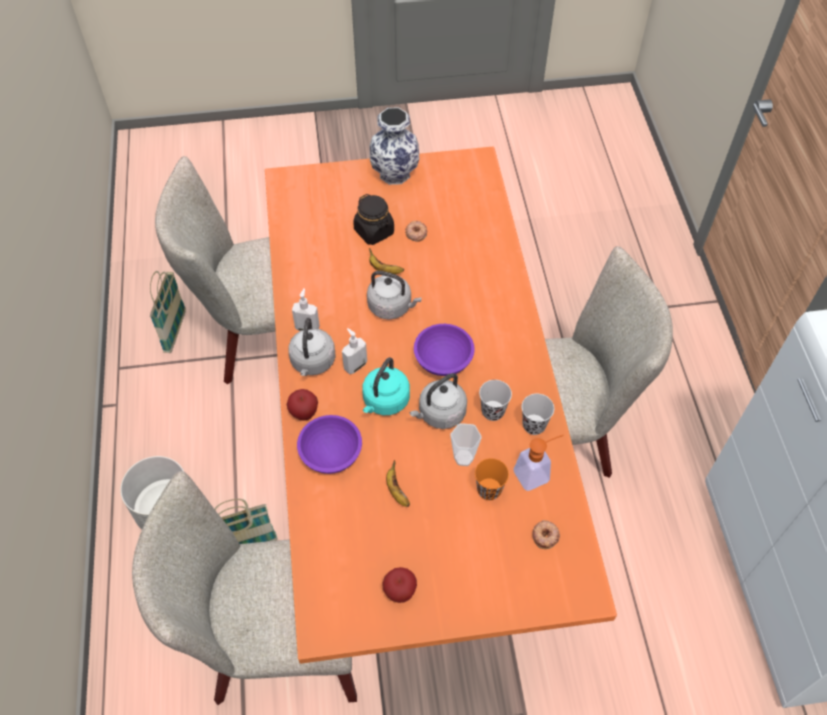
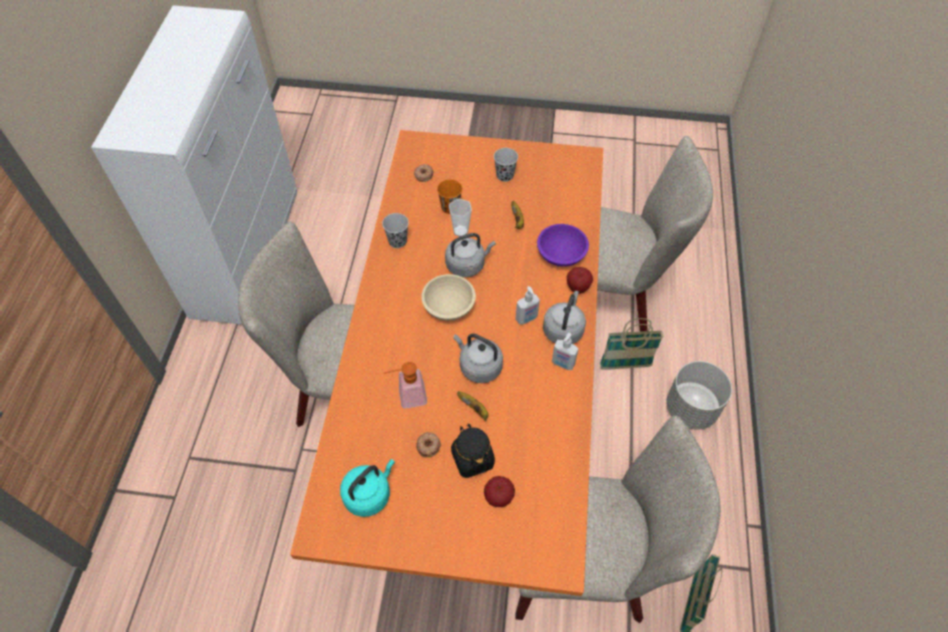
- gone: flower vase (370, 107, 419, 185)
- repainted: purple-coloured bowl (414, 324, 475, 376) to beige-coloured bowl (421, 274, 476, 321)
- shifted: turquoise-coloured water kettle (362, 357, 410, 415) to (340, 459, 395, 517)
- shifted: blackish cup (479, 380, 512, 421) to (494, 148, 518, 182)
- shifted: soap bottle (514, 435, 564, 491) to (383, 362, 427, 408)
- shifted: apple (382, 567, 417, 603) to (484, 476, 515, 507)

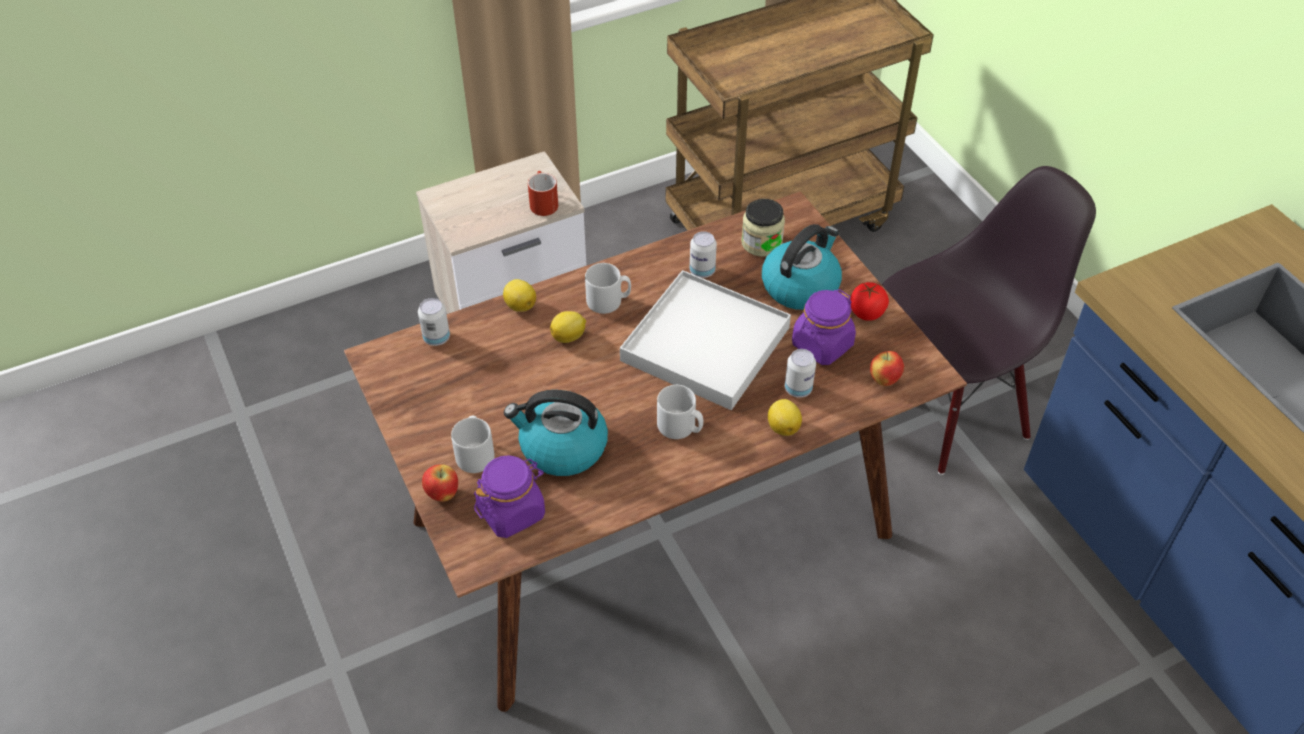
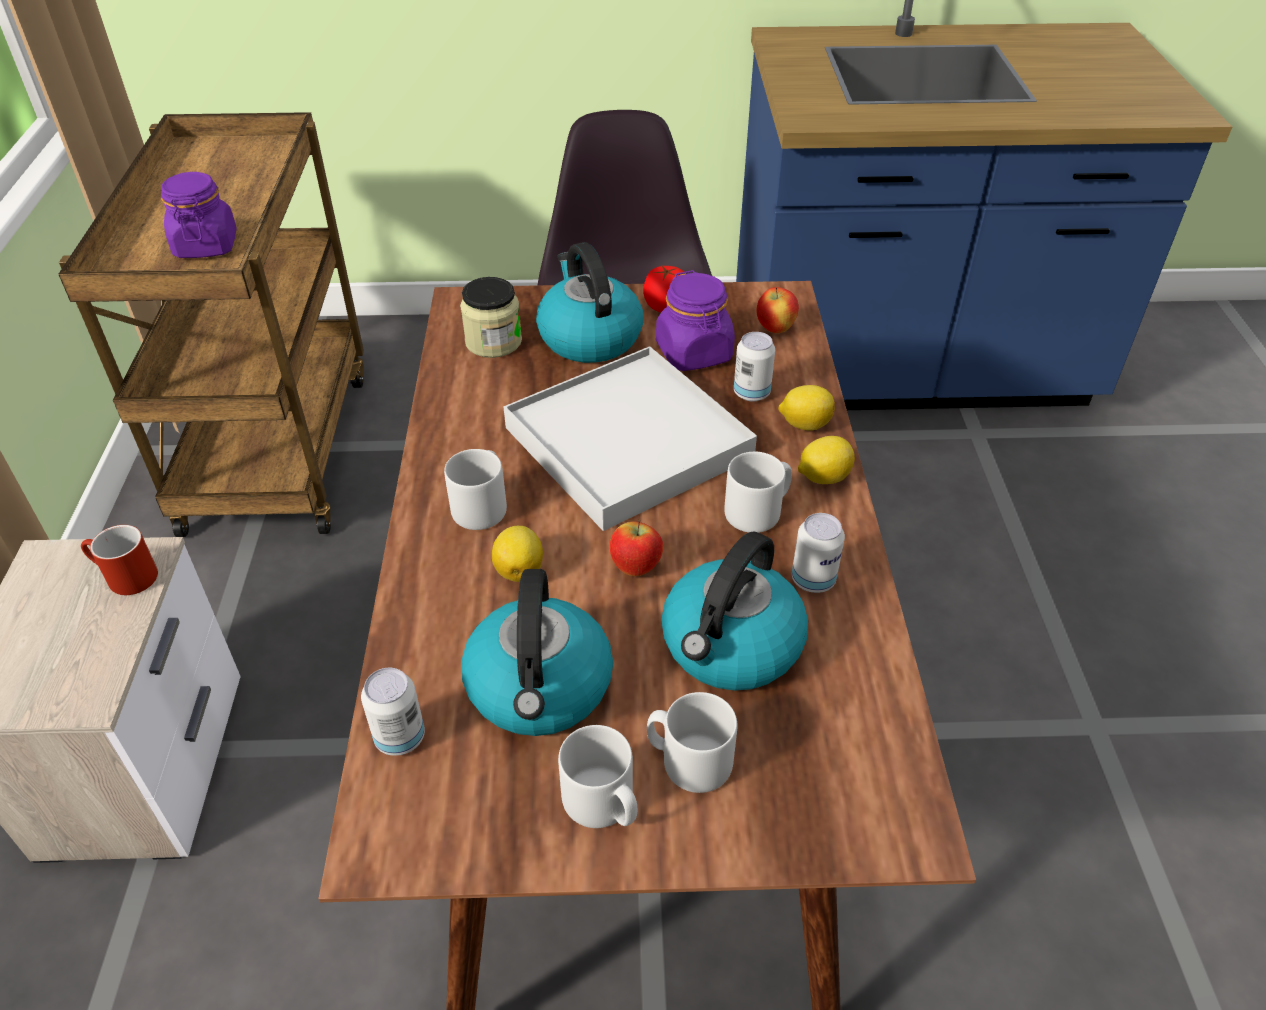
- shifted: metal can (690, 231, 717, 278) to (792, 513, 845, 593)
- shifted: citrus fruit (503, 279, 536, 312) to (798, 436, 855, 484)
- shifted: purple-coloured preserve jar (474, 455, 545, 538) to (161, 172, 237, 258)
- shifted: apple (422, 464, 458, 502) to (610, 519, 663, 576)
- new: water kettle (461, 569, 613, 736)
- new: grey tea mug (558, 725, 637, 828)

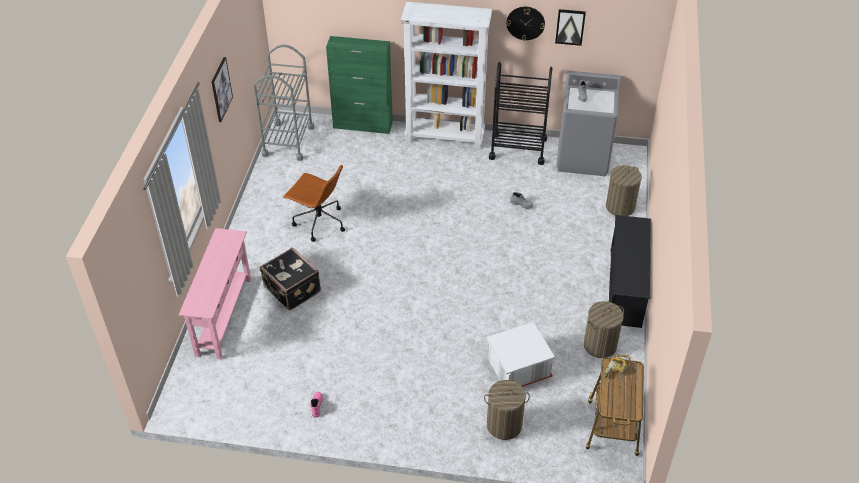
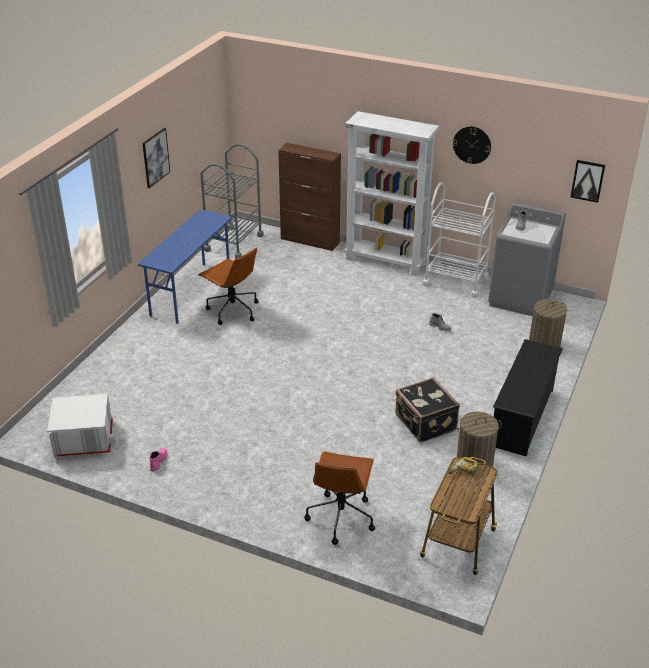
- shifted: wall picture (555, 9, 586, 46) to (571, 160, 605, 203)
- repainted: green cabinet (326, 36, 393, 134) to brownish cabinet (278, 143, 341, 251)
- repainted: blackish wheeled cart (489, 62, 552, 165) to white-coloured wheeled cart (423, 182, 496, 298)
- gone: pink-coloured narrow table (179, 228, 251, 360)
- shifted: blackish travel case (260, 247, 321, 311) to (395, 377, 460, 443)
- shifted: white-coloured storage container (486, 321, 555, 387) to (47, 393, 115, 458)
- swapped: laundry basket (484, 380, 530, 440) to brownish computer chair (304, 452, 375, 545)
- new: blue desk table (138, 209, 232, 324)

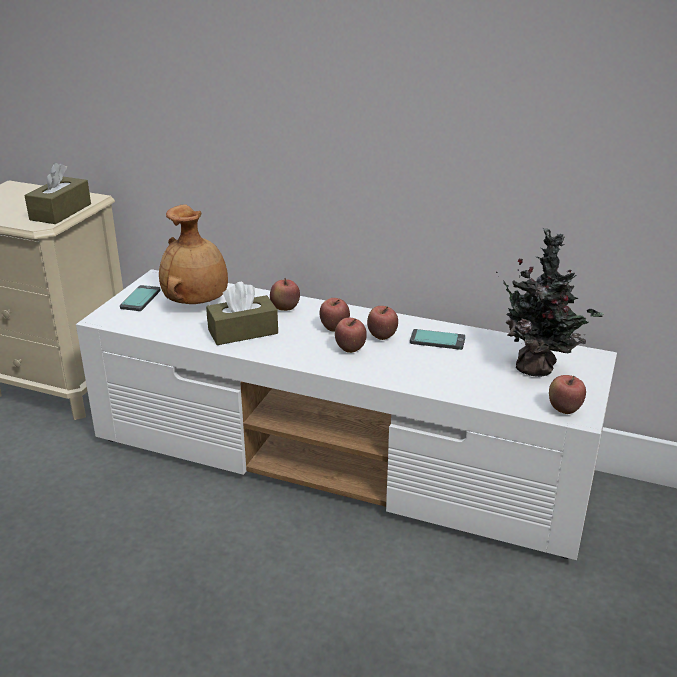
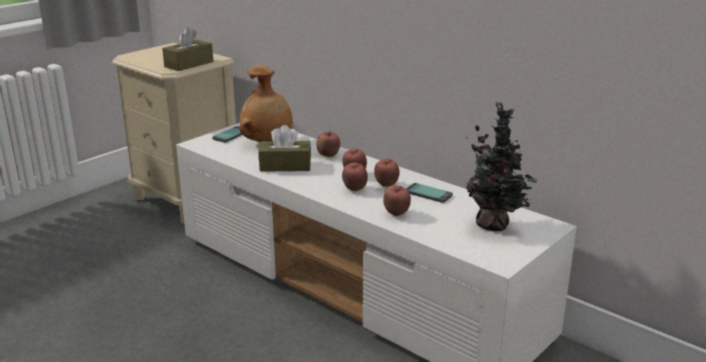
- shifted: apple (549, 375, 586, 414) to (383, 185, 411, 216)

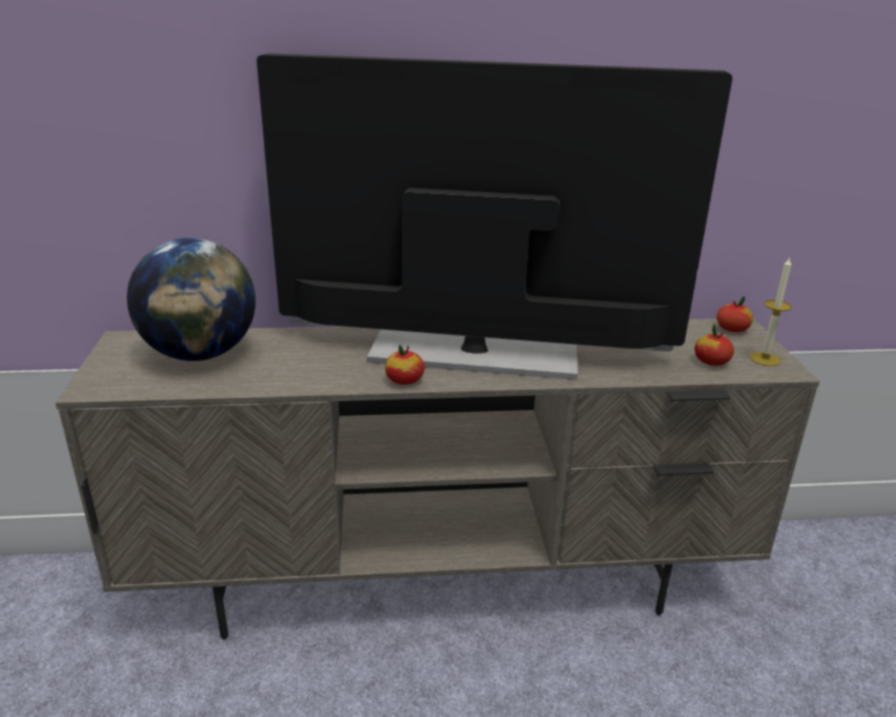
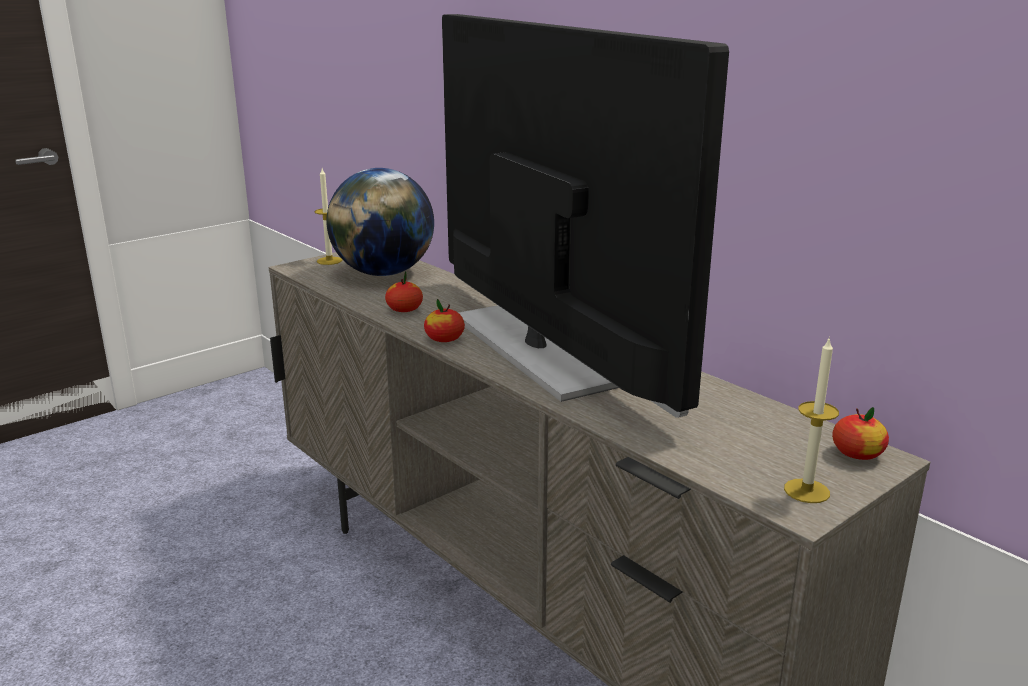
- shifted: apple (695, 325, 734, 366) to (385, 271, 423, 312)
- new: candle (314, 169, 342, 265)

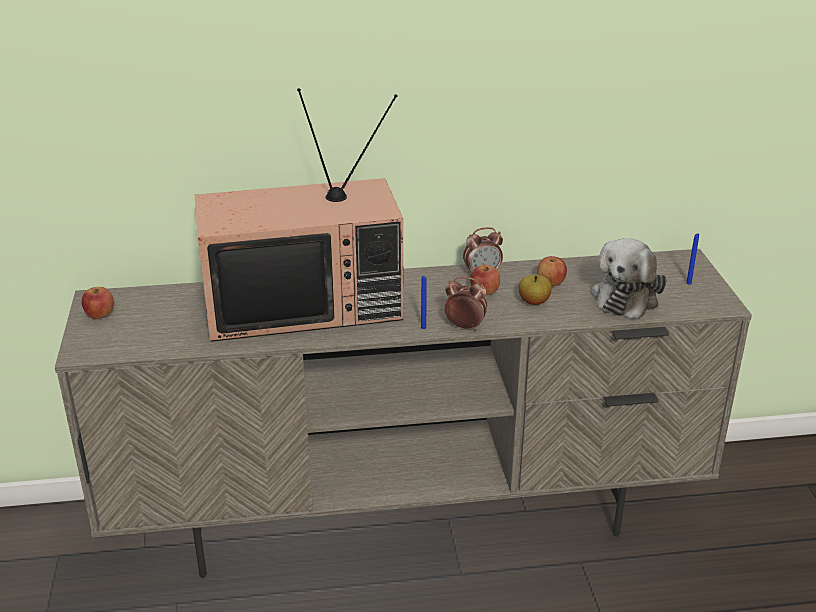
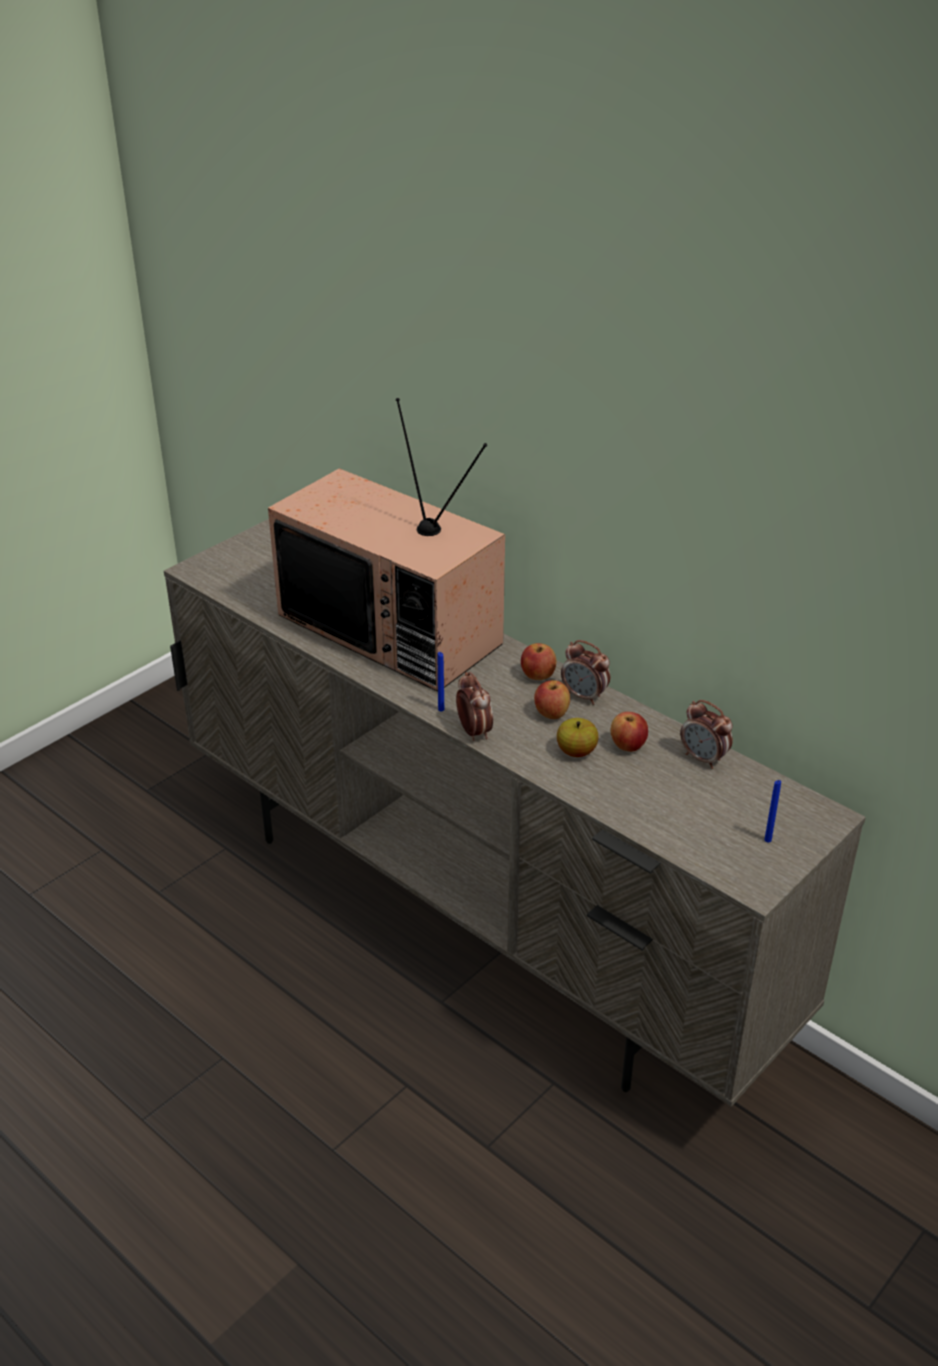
- gone: soft toy (591, 238, 667, 320)
- shifted: apple (81, 287, 114, 319) to (521, 643, 556, 680)
- new: alarm clock (680, 700, 733, 769)

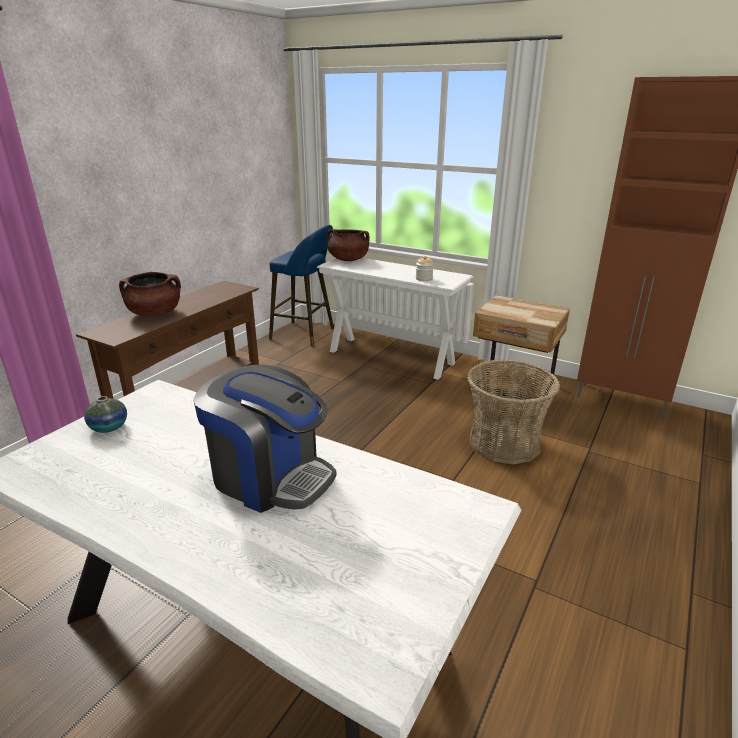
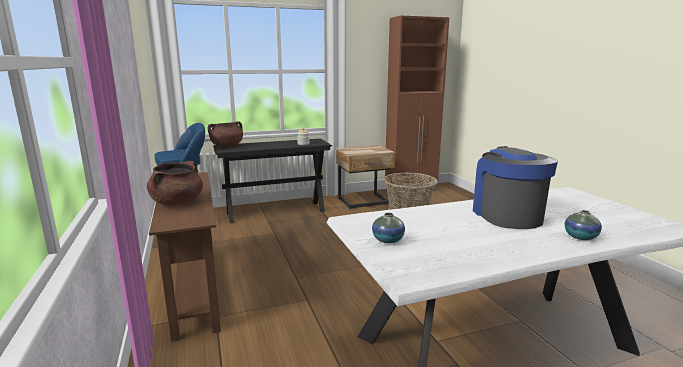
- repainted: white-coloured narrow table (317, 258, 474, 380) to blackish narrow table (213, 138, 332, 223)
- rotated: coffee maker (193, 364, 336, 513) = (473, 146, 558, 229) 75 degrees counterclockwise
- new: flower vase (565, 210, 602, 240)

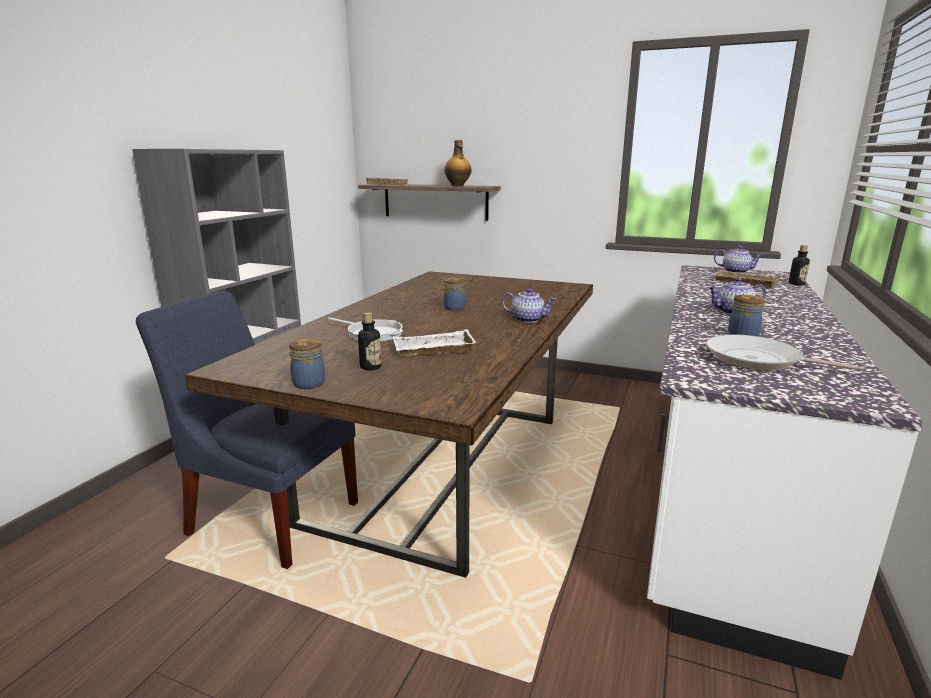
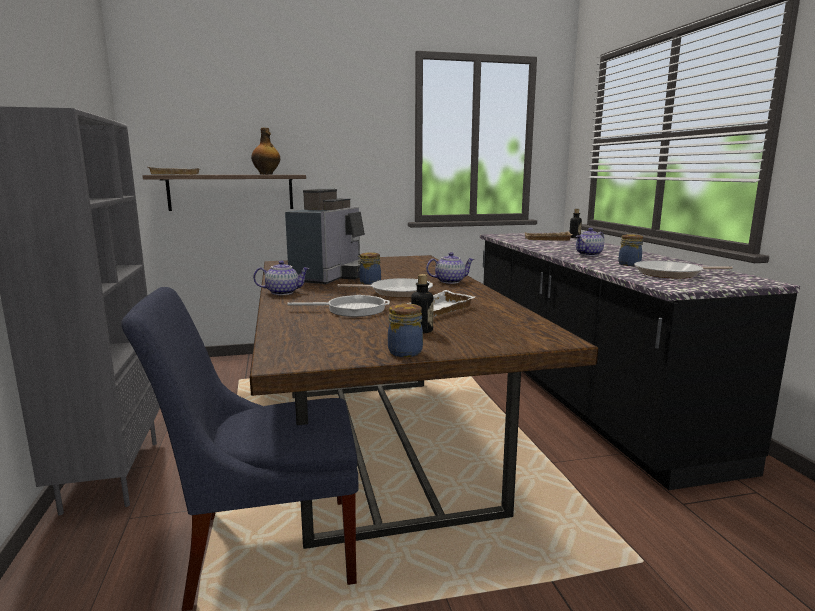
- shifted: pot for tea (714, 246, 764, 273) to (253, 261, 310, 295)
- repainted: white-coloured kitchen base unit (647, 265, 923, 680) to blackish kitchen base unit (480, 232, 800, 490)
- new: coffee maker (285, 189, 365, 284)
- new: frying pan (338, 278, 433, 298)

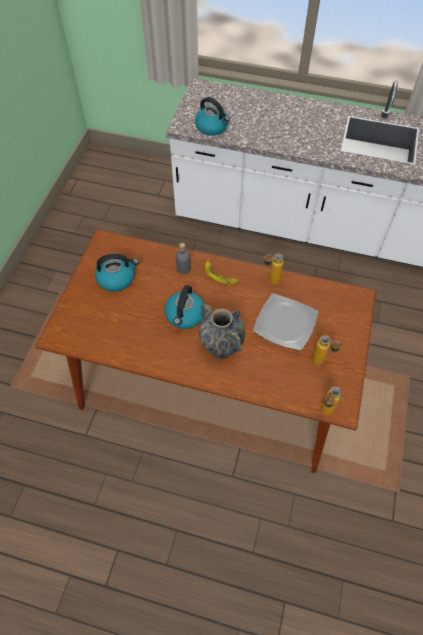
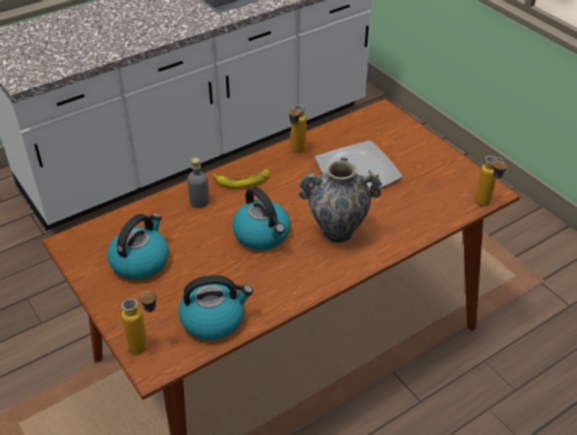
- shifted: water kettle (195, 97, 230, 136) to (179, 275, 253, 340)
- shifted: beverage bottle (312, 335, 342, 365) to (121, 291, 157, 354)

